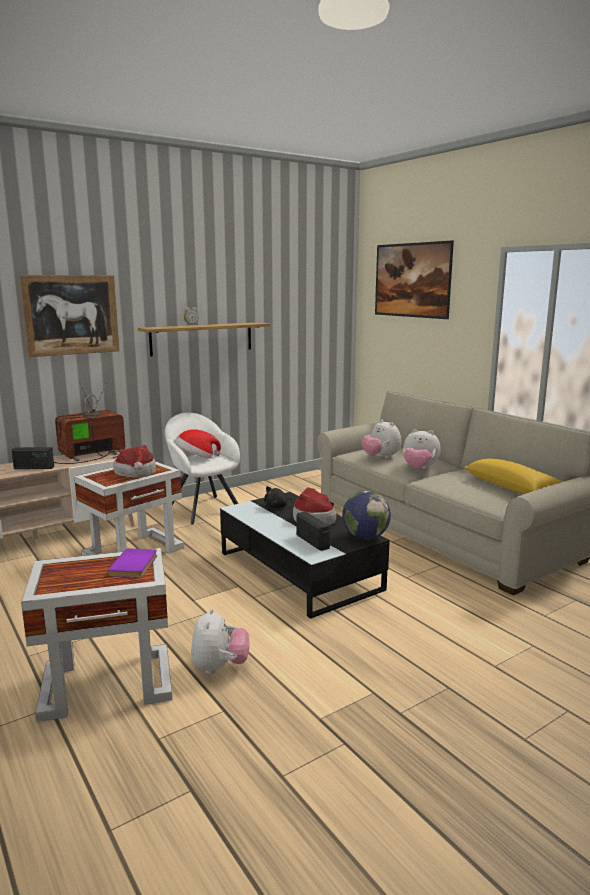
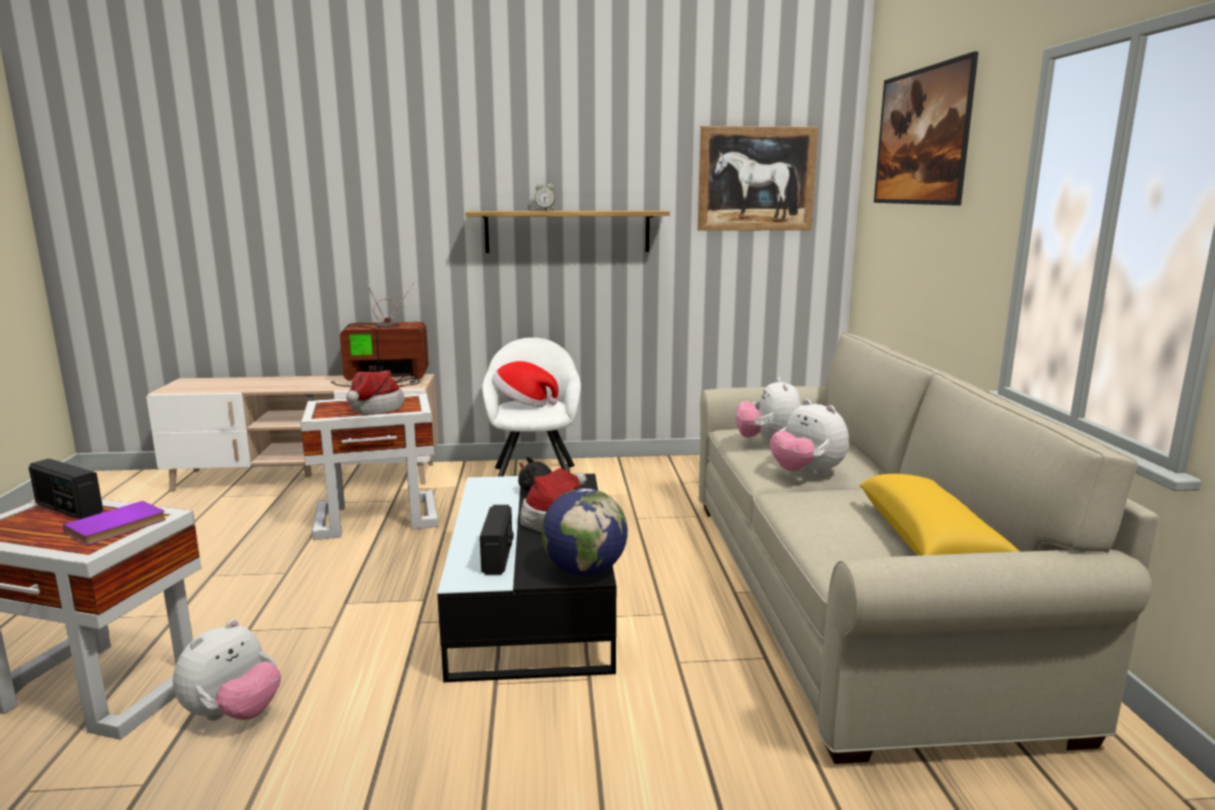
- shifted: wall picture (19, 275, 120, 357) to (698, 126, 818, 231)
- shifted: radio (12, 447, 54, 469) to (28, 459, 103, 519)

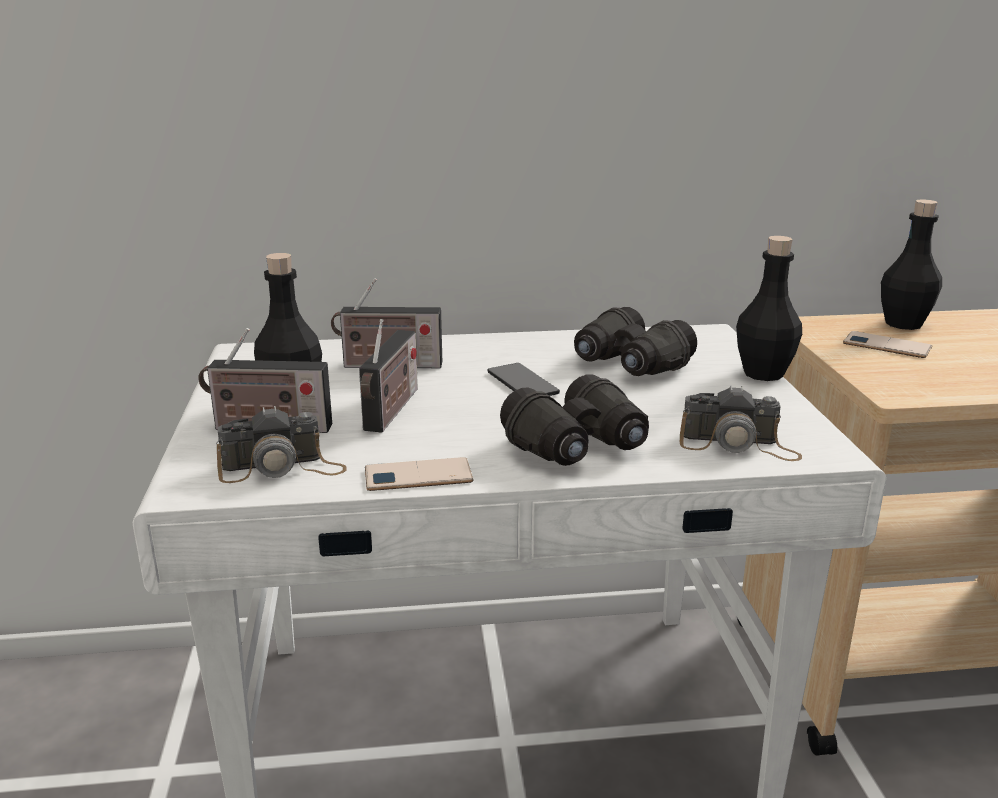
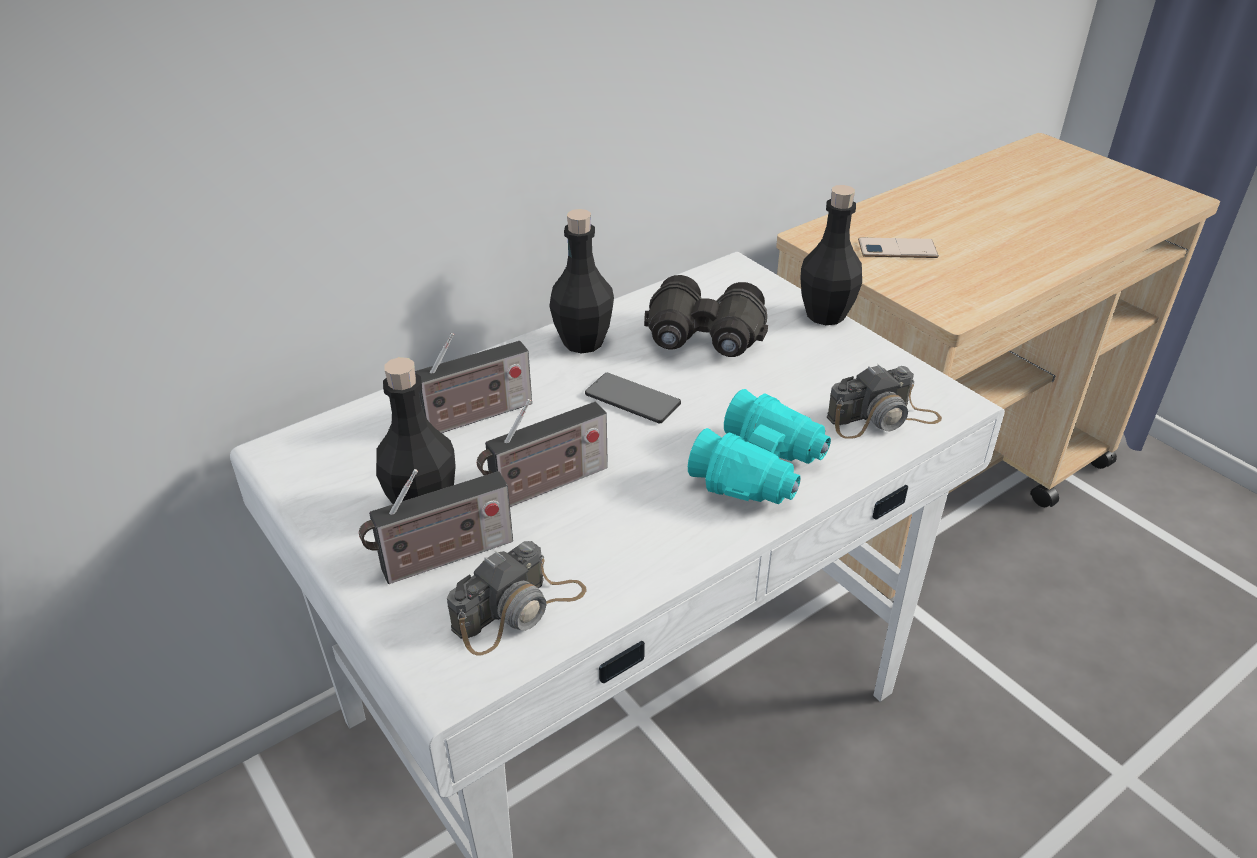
- shifted: blackish beverage bottle (881, 199, 942, 330) to (549, 209, 614, 354)
- rotated: radio (359, 319, 418, 433) = (477, 399, 608, 507) 75 degrees clockwise
- repainted: blackish binoculars (500, 374, 649, 466) to turquoise-coloured binoculars (688, 389, 831, 504)
- gone: telephone (365, 457, 473, 491)

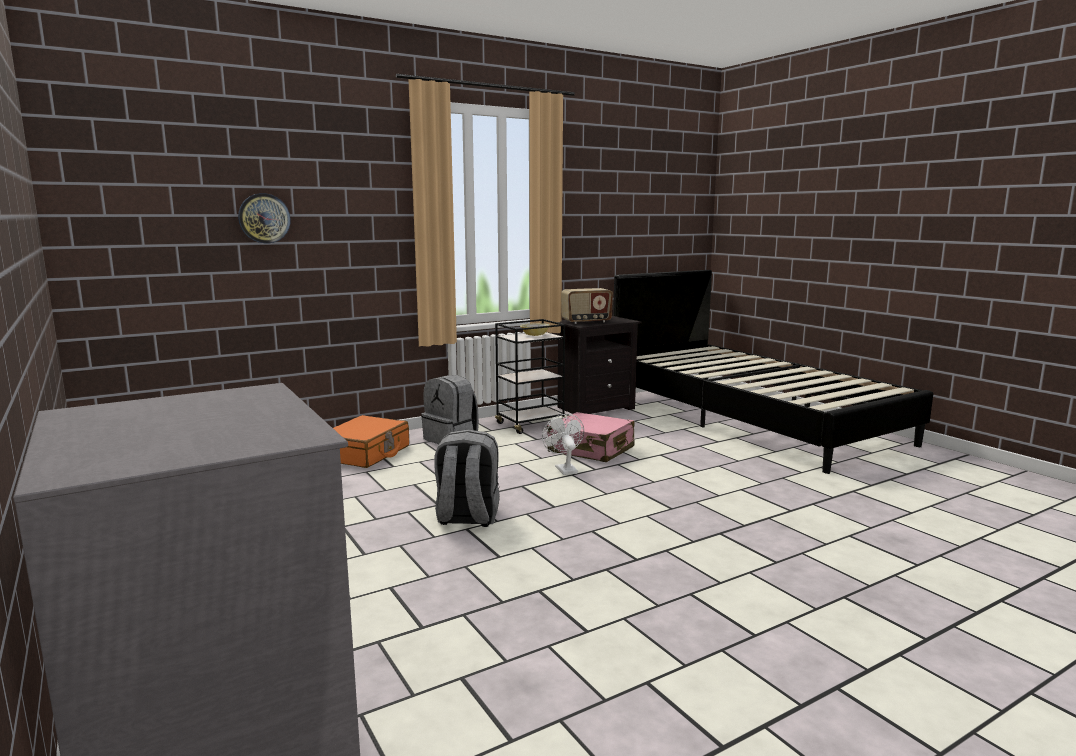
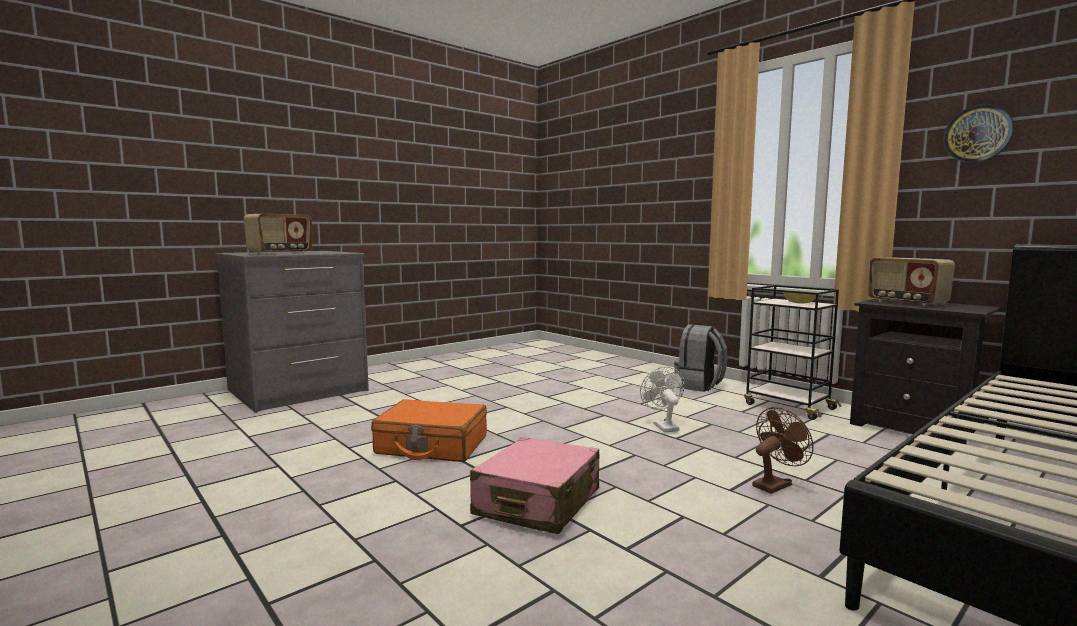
- shifted: hanging clock (238, 193, 291, 243) to (944, 104, 1014, 163)
- shifted: pink-coloured travel case (547, 412, 634, 462) to (470, 437, 599, 534)
- rotated: white-coloured electric fan (542, 414, 584, 475) = (640, 367, 685, 432) 75 degrees counterclockwise
- shifted: orange-coloured travel case (333, 415, 409, 468) to (371, 399, 487, 462)
- gone: grey backpack (434, 429, 500, 527)
- new: radio (244, 214, 313, 255)
- new: brownish electric fan (752, 407, 814, 494)

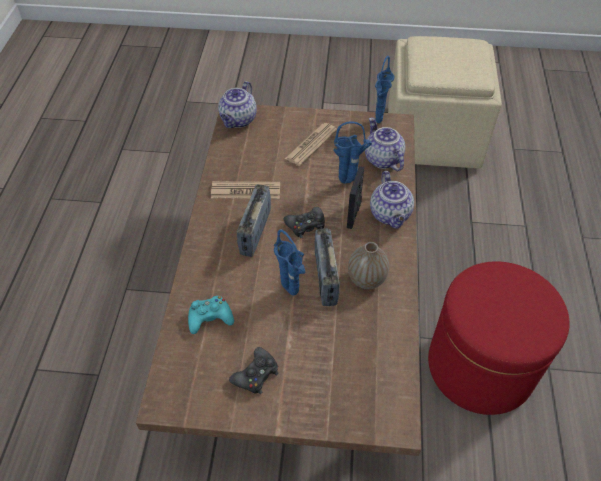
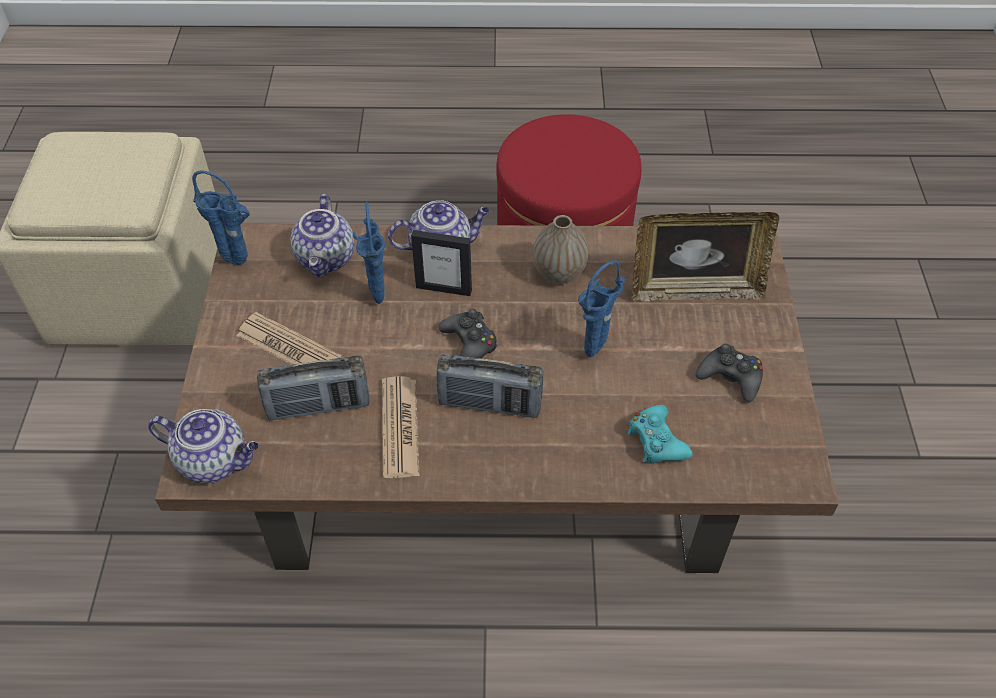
- rotated: pot for tea (365, 117, 405, 171) = (291, 194, 354, 277) 60 degrees counterclockwise
- shifted: radio (315, 228, 340, 306) to (257, 356, 369, 420)
- new: standing frame (632, 212, 779, 302)

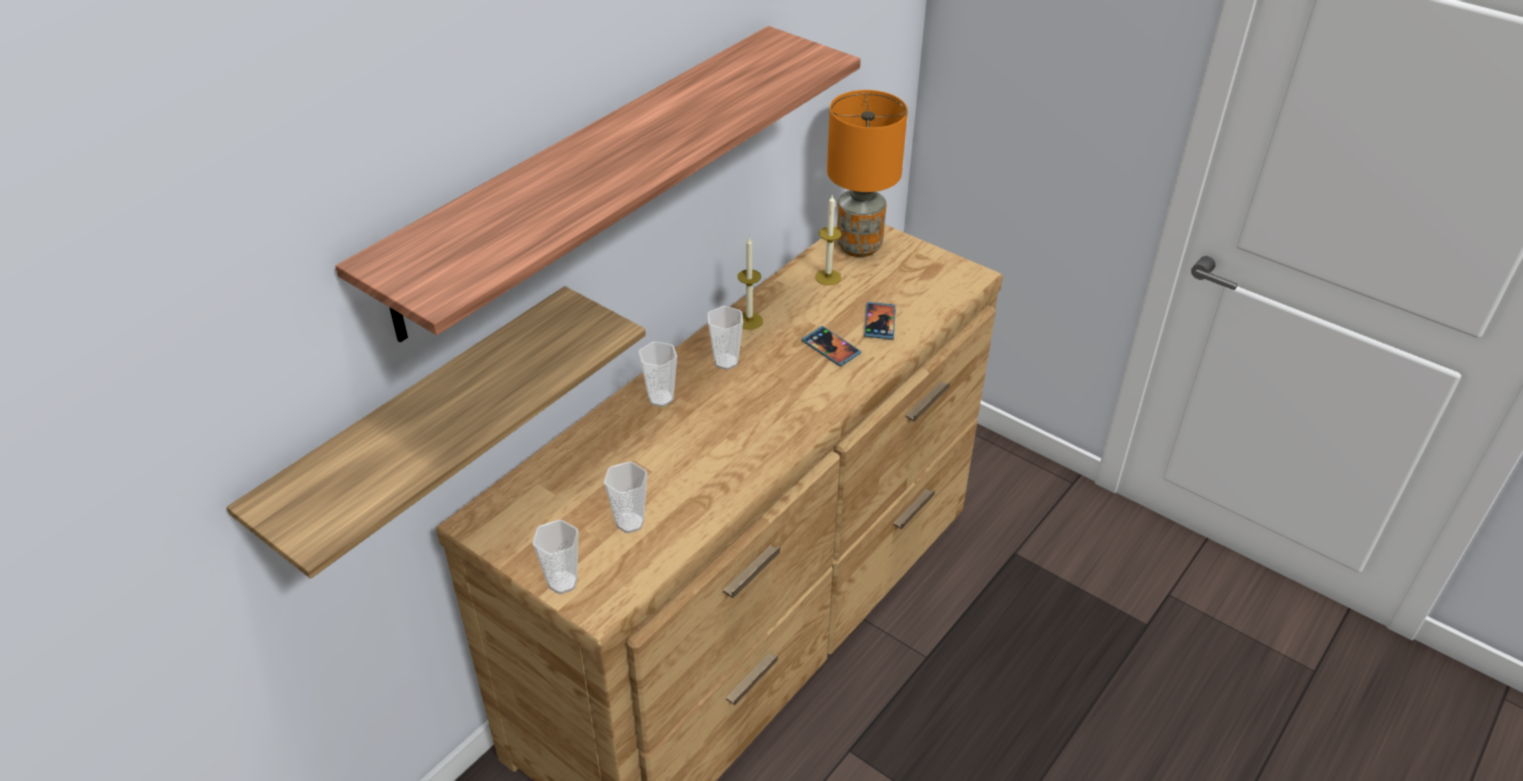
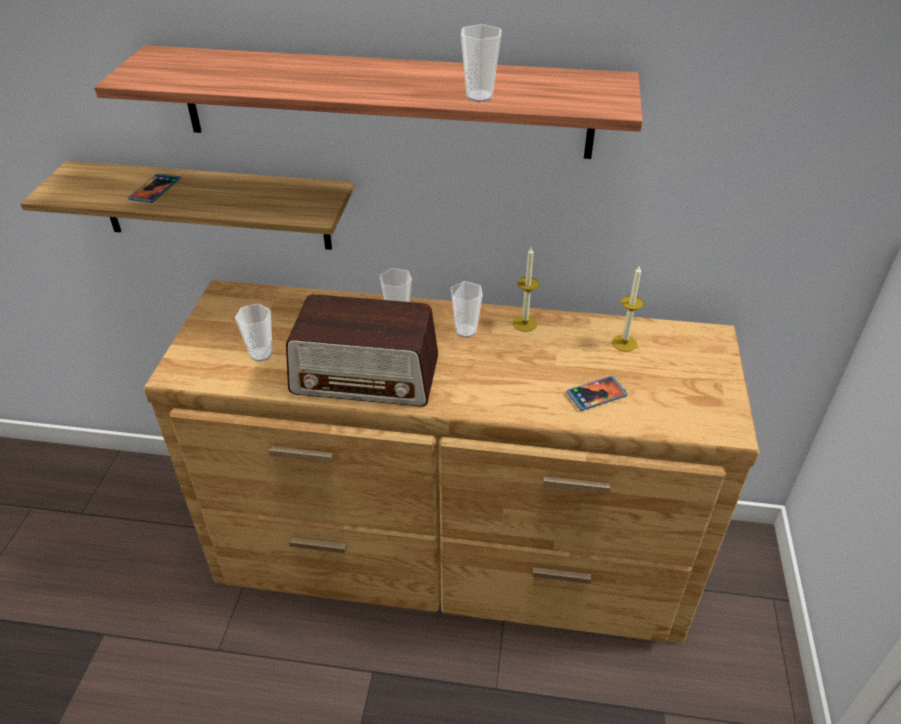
- gone: orange-coloured tabletop lamp (827, 90, 908, 257)
- shifted: telephone (802, 326, 861, 366) to (128, 173, 181, 203)
- shifted: cup (532, 520, 578, 594) to (461, 24, 502, 102)
- new: radio (286, 294, 438, 407)

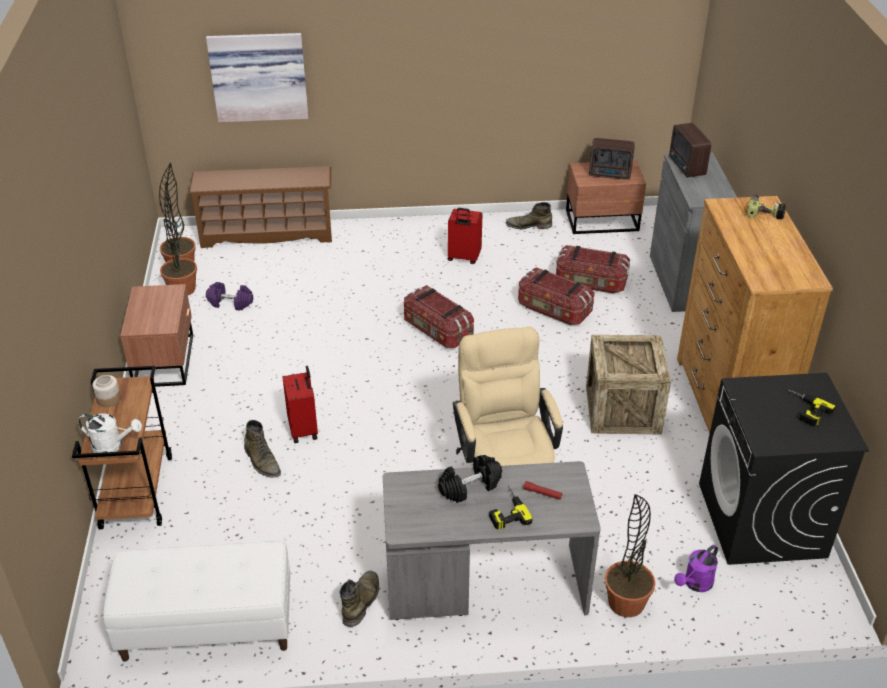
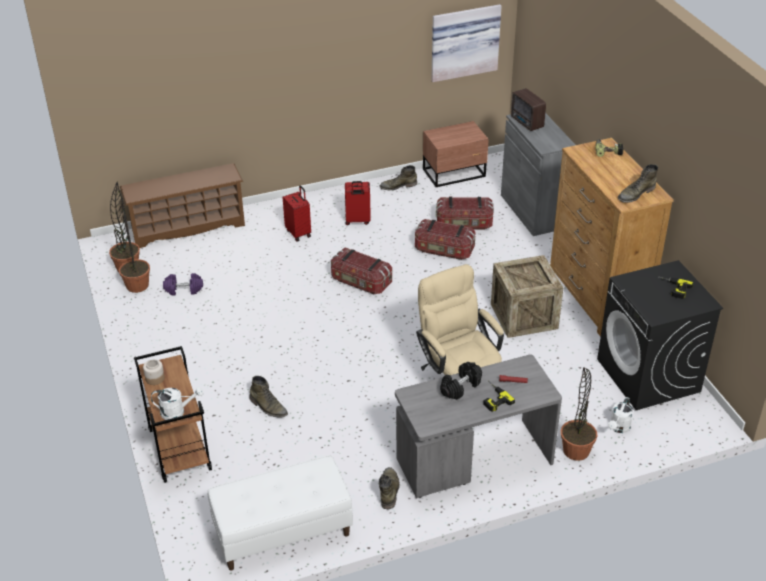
- shifted: wall picture (206, 33, 309, 122) to (431, 4, 501, 82)
- gone: radio (589, 138, 635, 180)
- gone: brownish nightstand (120, 284, 193, 387)
- shifted: red travel case (283, 366, 318, 443) to (283, 185, 311, 242)
- repainted: purple-coloured sprinkling can (674, 545, 718, 592) to white-coloured sprinkling can (608, 397, 633, 433)
- new: green high-top boot (618, 164, 658, 203)

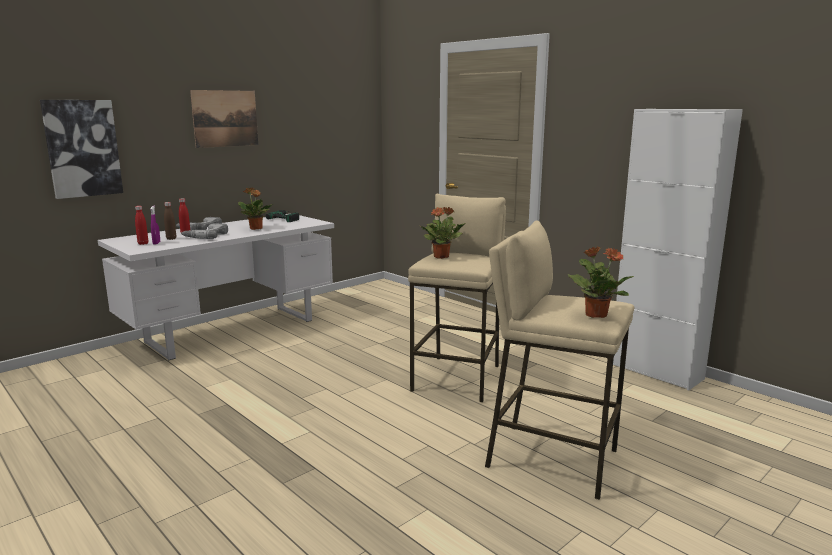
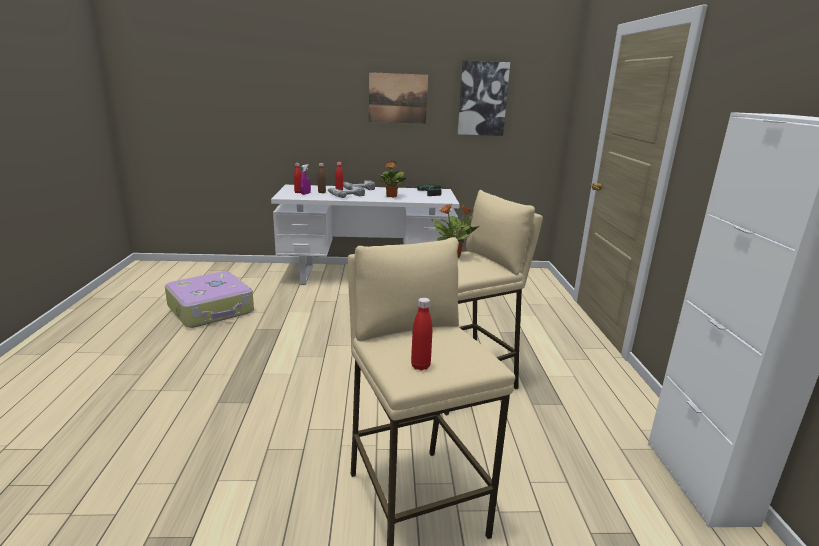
- shifted: wall picture (40, 100, 123, 199) to (458, 60, 510, 136)
- swapped: houseplant (568, 246, 634, 318) to red beverage bottle (411, 298, 432, 371)
- new: travel case (165, 271, 254, 328)

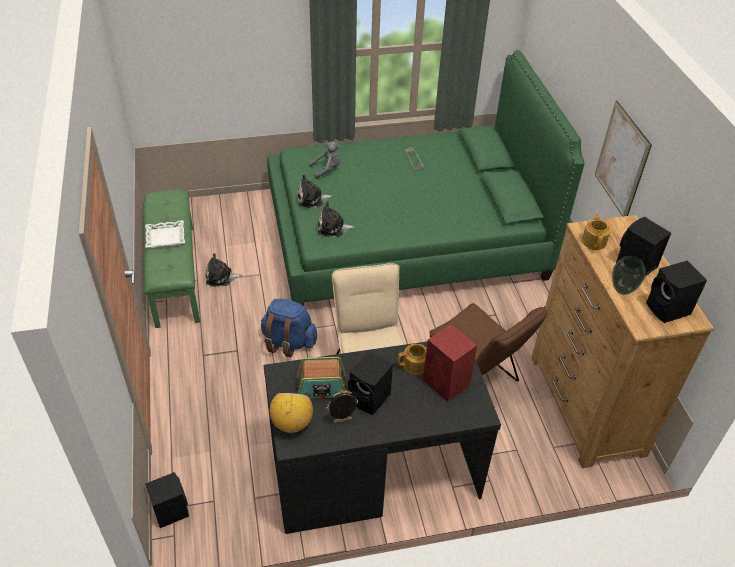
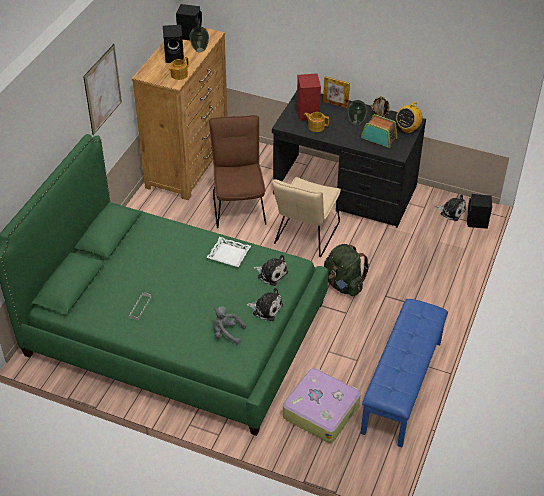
- repainted: green bench (143, 189, 200, 328) to blue bench (361, 299, 448, 447)
- shifted: white-coloured carrying tray (145, 220, 185, 248) to (206, 237, 251, 267)
- shifted: soft toy (206, 253, 242, 287) to (435, 194, 466, 221)
- repainted: blue backpack (261, 298, 317, 357) to green backpack (324, 244, 369, 296)
- swapped: blackish loudspeaker (348, 351, 393, 415) to flower vase (348, 100, 367, 125)
- new: standing frame (323, 76, 350, 108)
- new: travel case (283, 368, 361, 443)

